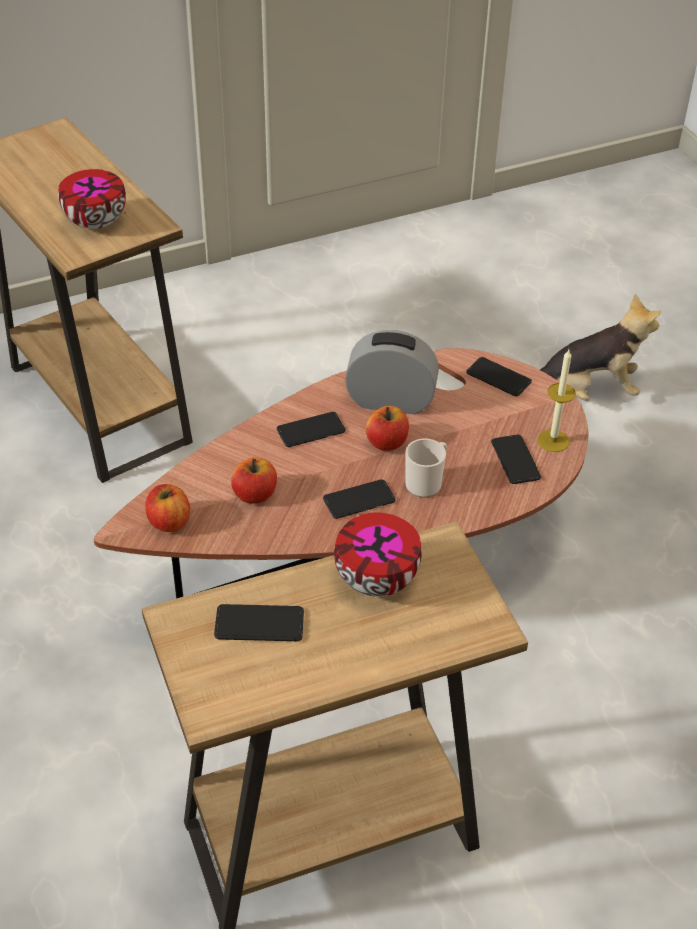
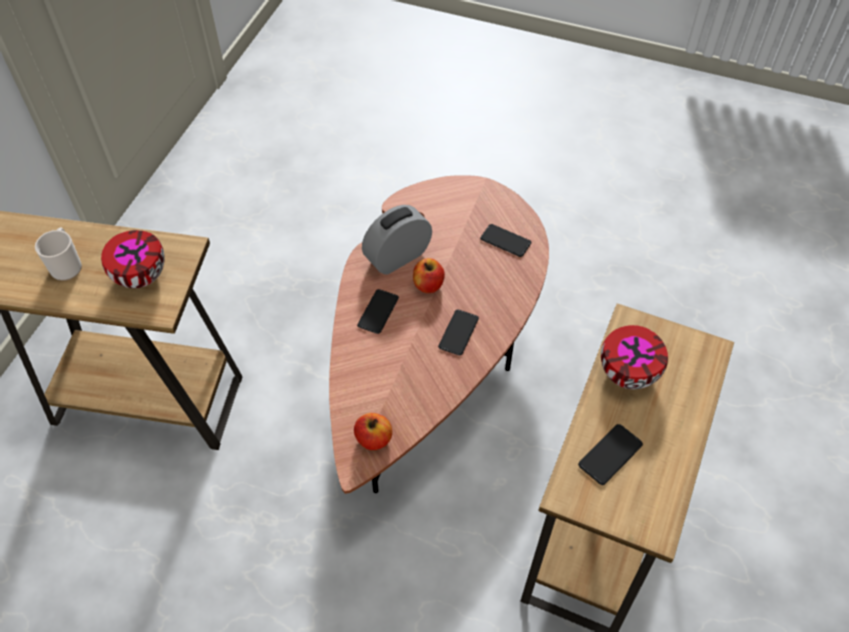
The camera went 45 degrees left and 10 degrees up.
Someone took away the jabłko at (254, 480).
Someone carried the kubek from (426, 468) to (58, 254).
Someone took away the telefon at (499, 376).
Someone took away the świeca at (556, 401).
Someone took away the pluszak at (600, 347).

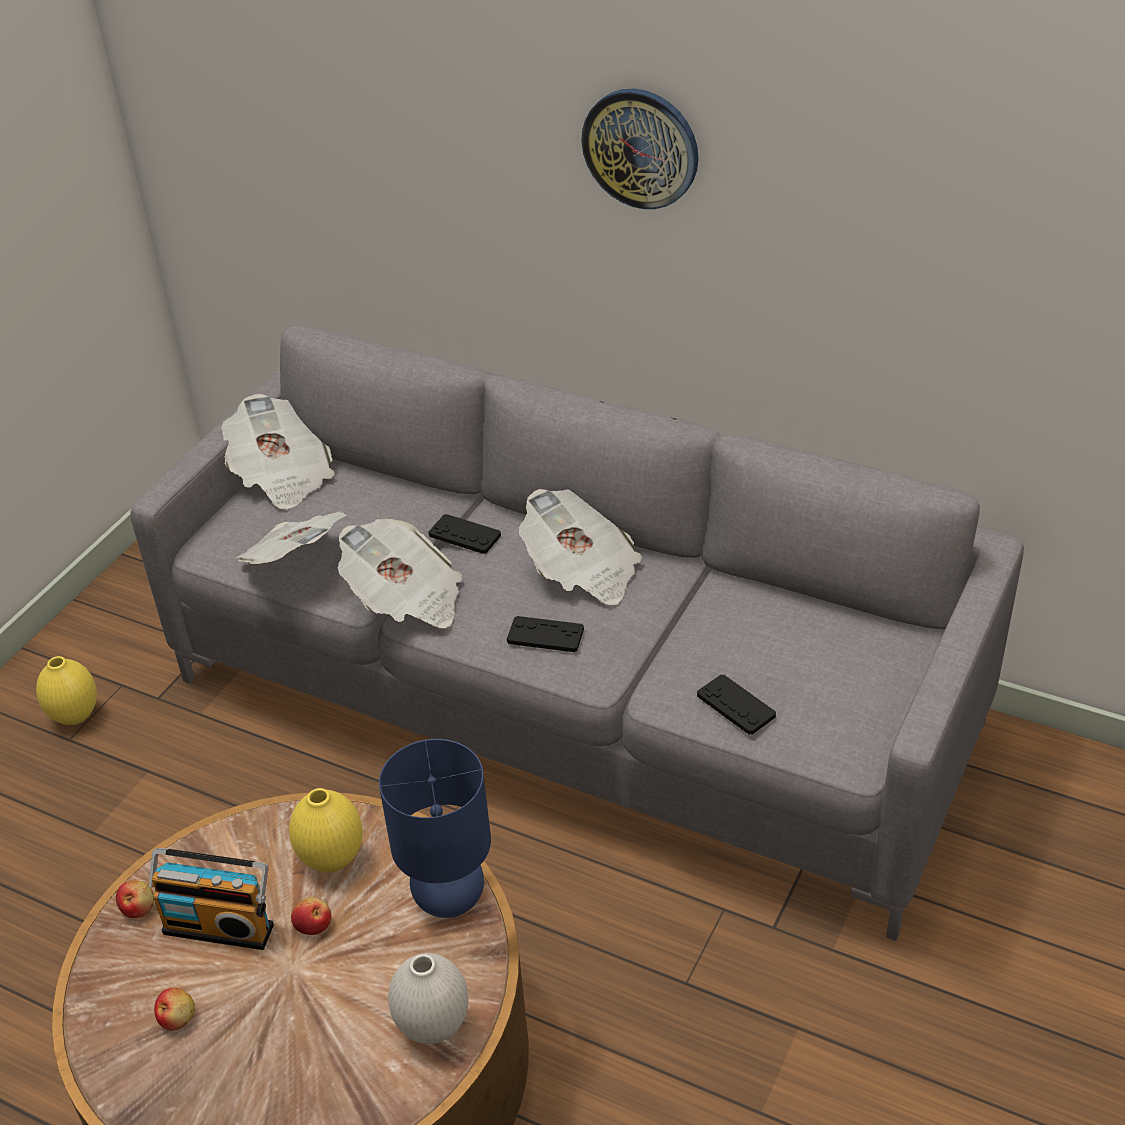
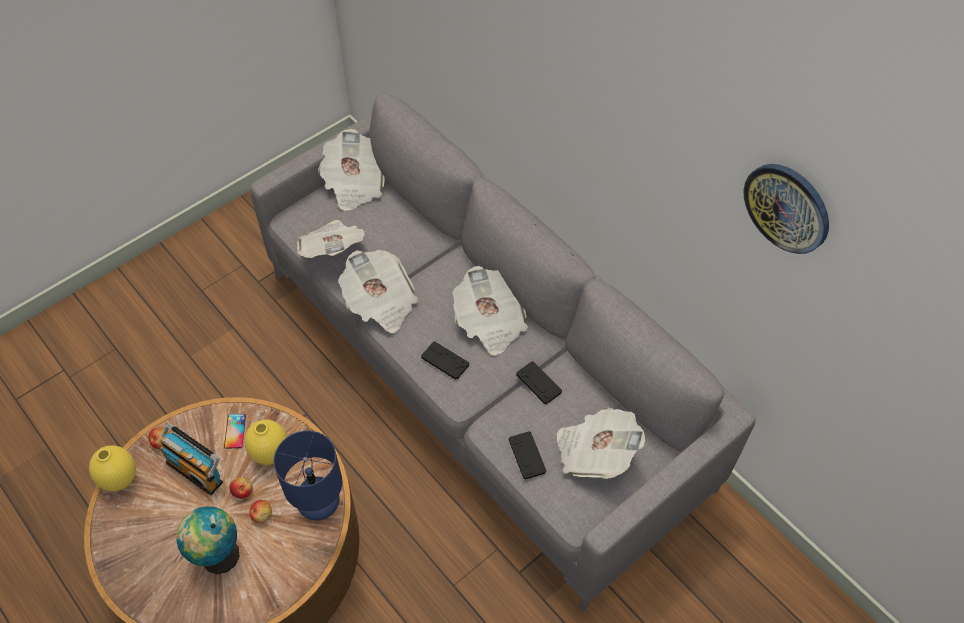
The camera went 20 degrees right and 15 degrees up.
Someone carried the wazon/żółty from (66, 690) to (112, 468).
Someone carried the jabłko from (174, 1009) to (261, 511).
Someone took away the wazon/biały at (428, 998).
Someone carried the pad do gier/czarny from (465, 534) to (539, 382).
Someone carried the zegar ścienny from (640, 148) to (786, 209).
Someone put down the globus at (208, 540).
Someone put down the telefon at (235, 431).
Someone put down the gazeta at (600, 443).

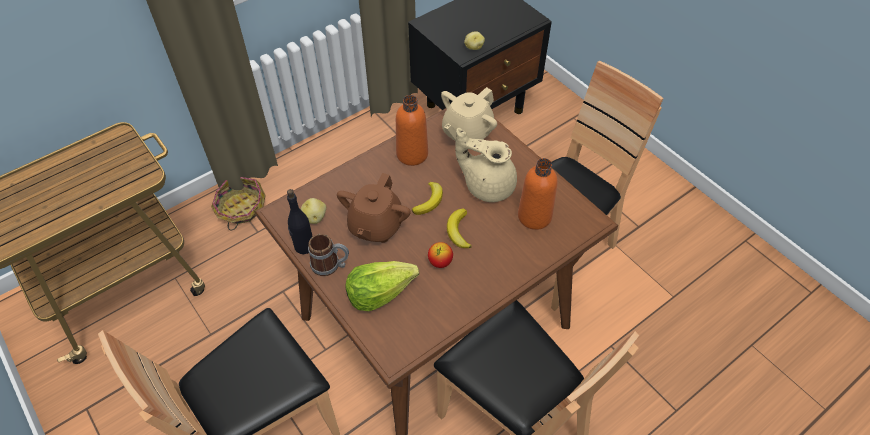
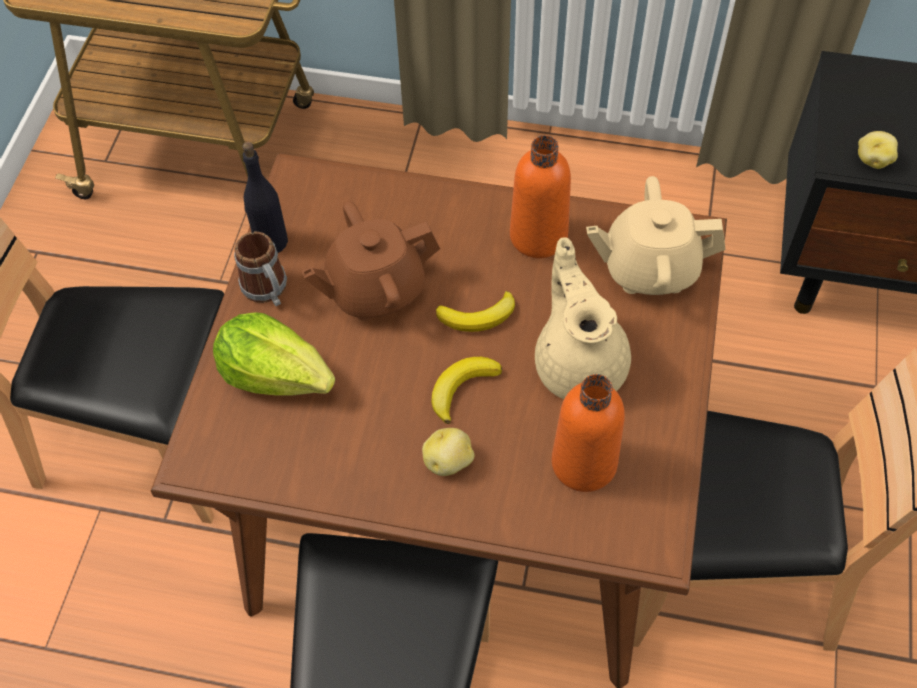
The camera went 50 degrees right and 5 degrees up.
Someone took away the koszyk at (238, 204).
Someone carried the ziemniak from (313, 211) to (448, 452).
Someone took away the jabłko at (440, 255).

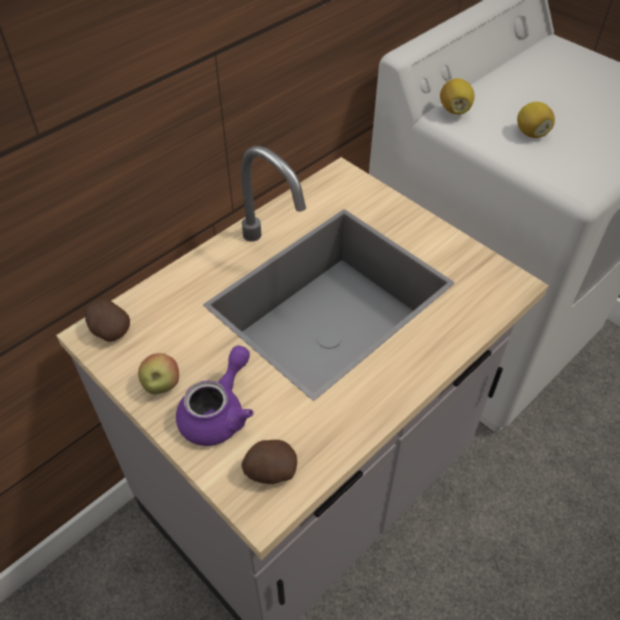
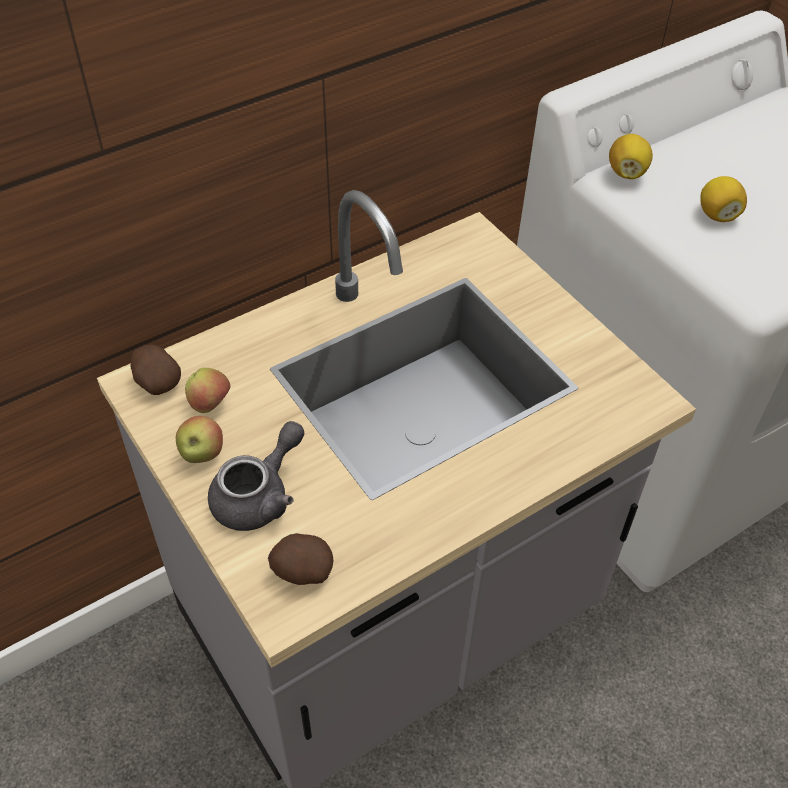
The camera went 10 degrees right and 0 degrees up.
Someone repainted the imbryk/fioletowy at (215, 395), which became the imbryk/szary at (256, 476).
Someone put down the jabłko at (207, 390).

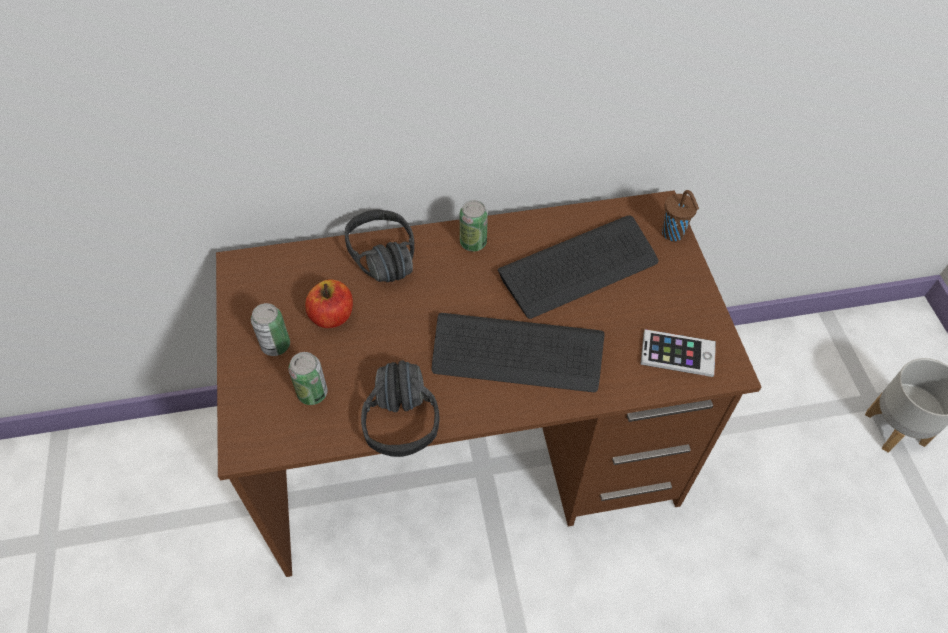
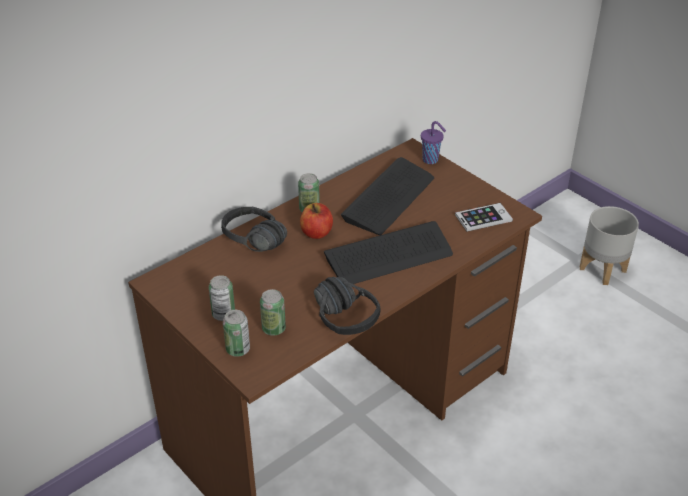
The camera went 30 degrees left and 15 degrees down.
Someone carried the jabłko from (329, 304) to (316, 221).
Someone repainted the filiżanka/brązowy at (680, 215), which became the filiżanka/fioletowy at (433, 142).
Someone put down the puszka at (236, 333).

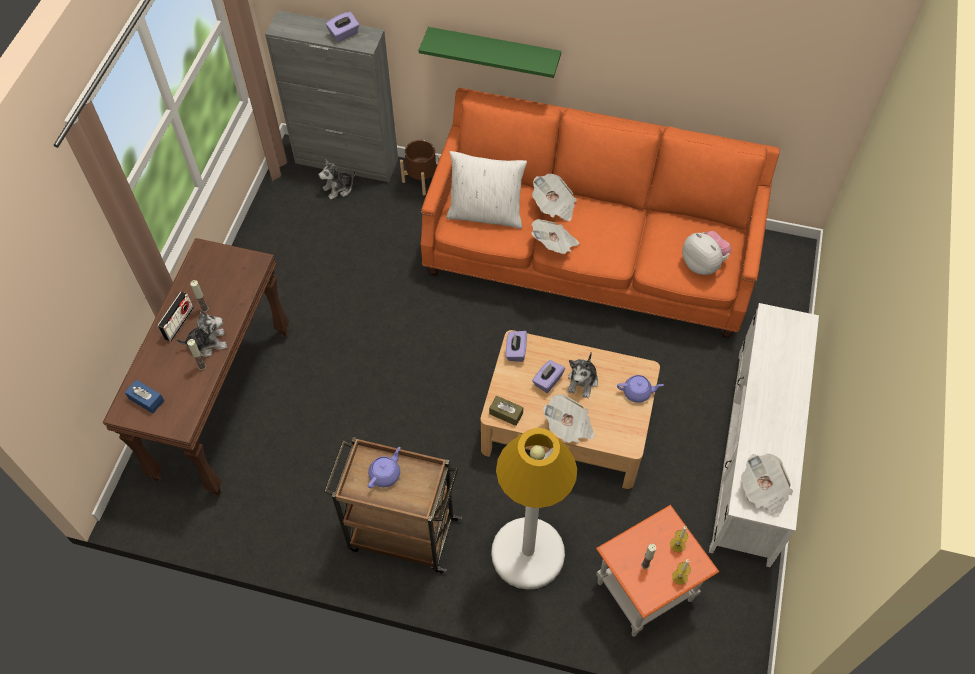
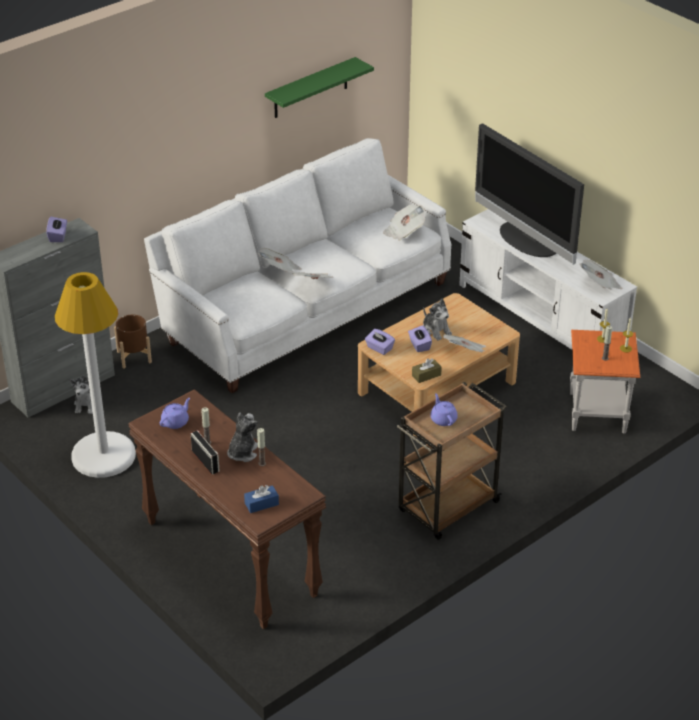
The camera went 55 degrees left and 20 degrees down.
Someone carried the półka/zielony from (490, 52) to (319, 87).
Someone repainted the kanapa/pomarańczowy at (600, 213), which became the kanapa/biały at (297, 265).
Someone took away the poduszka/biały at (486, 190).
Someone carried the lampa stojąca/biały from (534, 509) to (95, 375).
Someone carried the imbryk/fioletowy from (640, 389) to (175, 413).
Someone swapped the pluszak at (706, 253) for the gazeta at (404, 223).
Someone put down the telewizor at (529, 194).

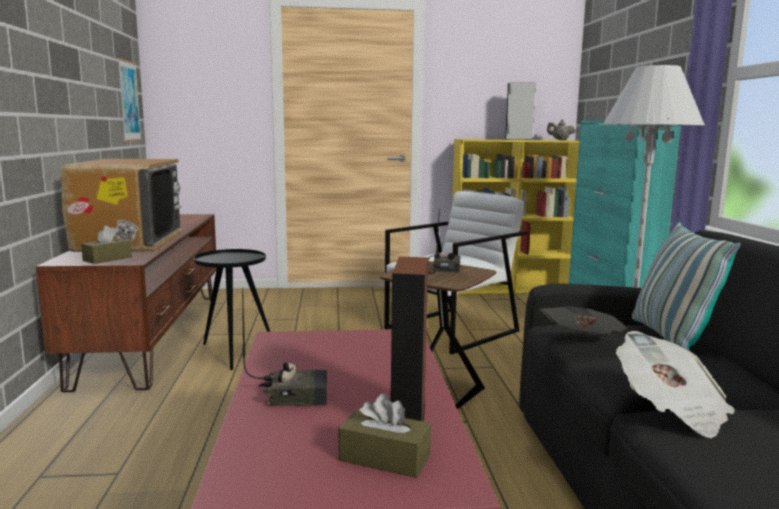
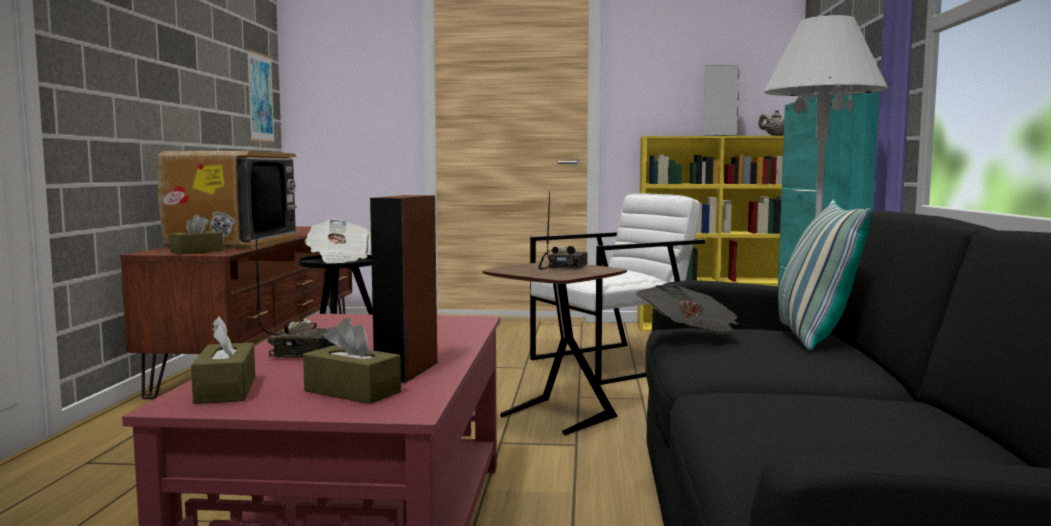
The camera went 10 degrees right and 5 degrees down.
Someone carried the gazeta from (675, 384) to (338, 241).
Someone put down the pudełko chusteczek/brązowy at (223, 360).

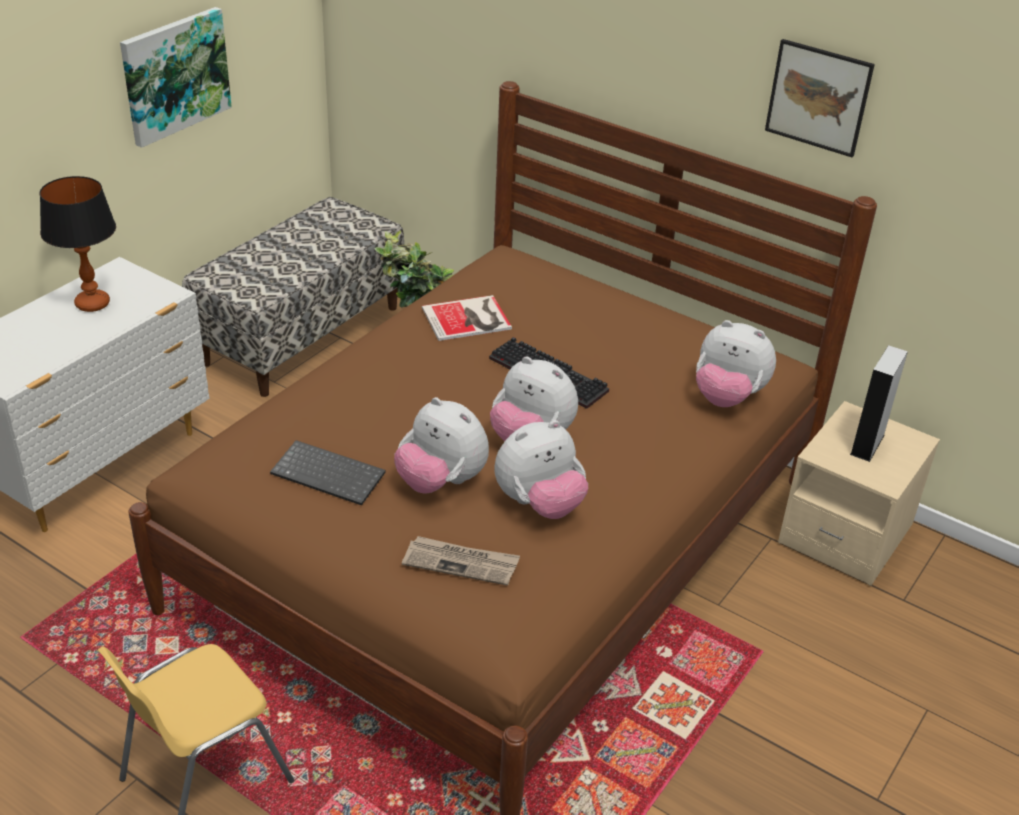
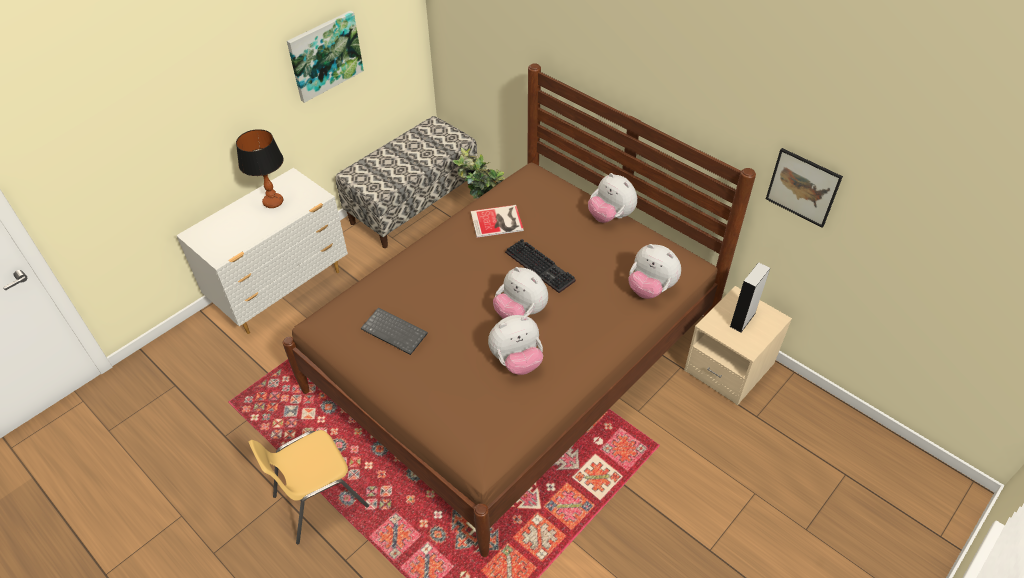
The camera went 10 degrees right and 10 degrees up.
Someone carried the pluszak from (441, 445) to (612, 198).
Someone took away the gazeta at (461, 561).
Someone carried the obraz from (820, 98) to (804, 188).

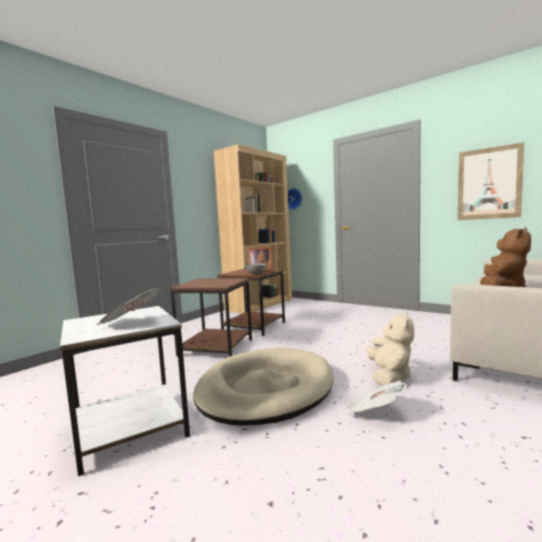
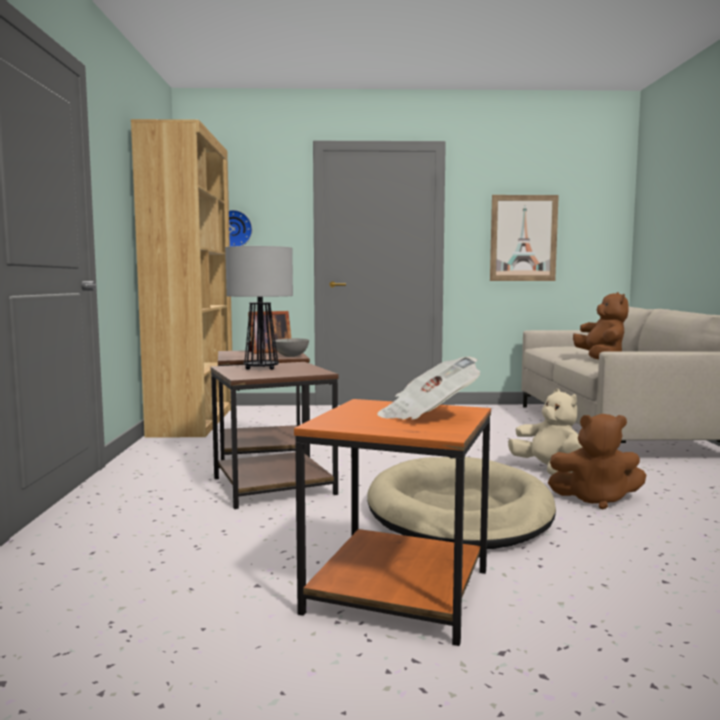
The camera went 40 degrees left and 0 degrees up.
Someone repainted the stolik/biały at (125, 391), which became the stolik/pomarańczowy at (392, 522).
Someone swapped the gazeta at (378, 397) for the pluszak/brązowy at (597, 461).
Someone put down the lampa stołowa at (259, 308).

